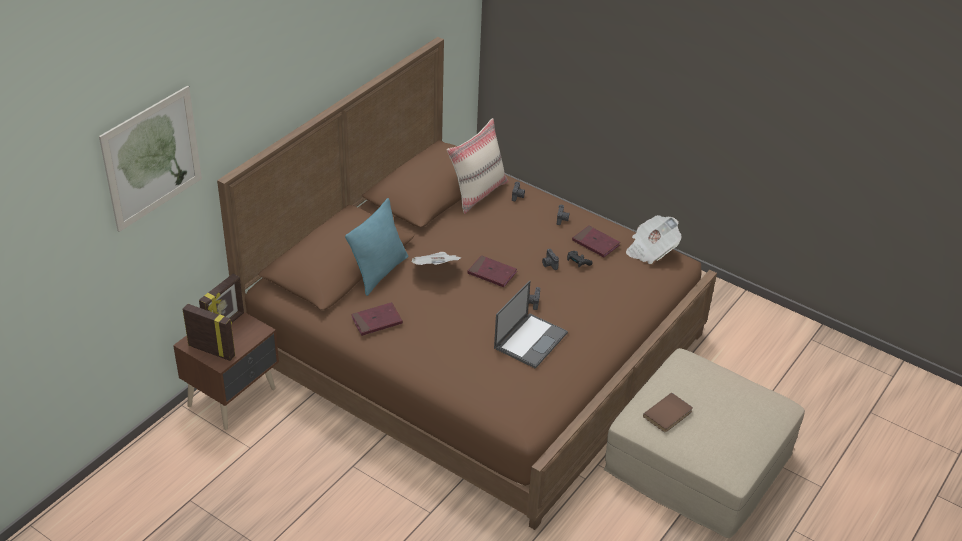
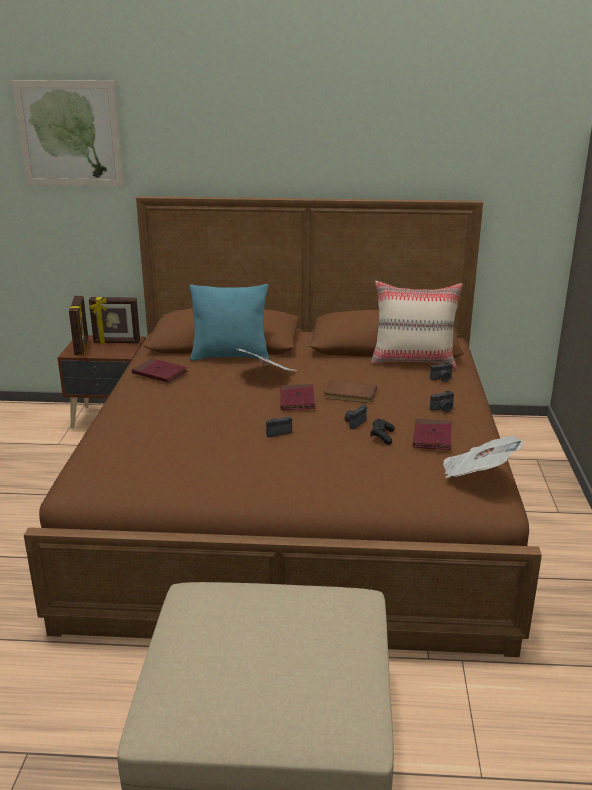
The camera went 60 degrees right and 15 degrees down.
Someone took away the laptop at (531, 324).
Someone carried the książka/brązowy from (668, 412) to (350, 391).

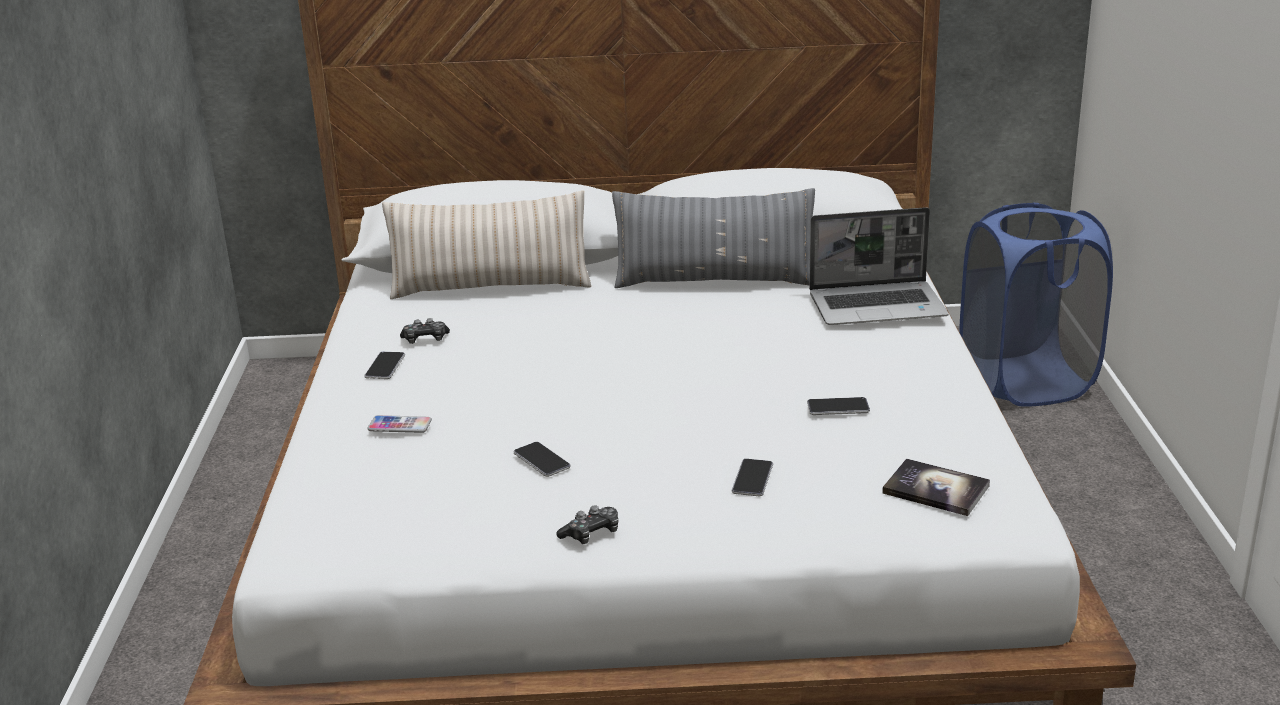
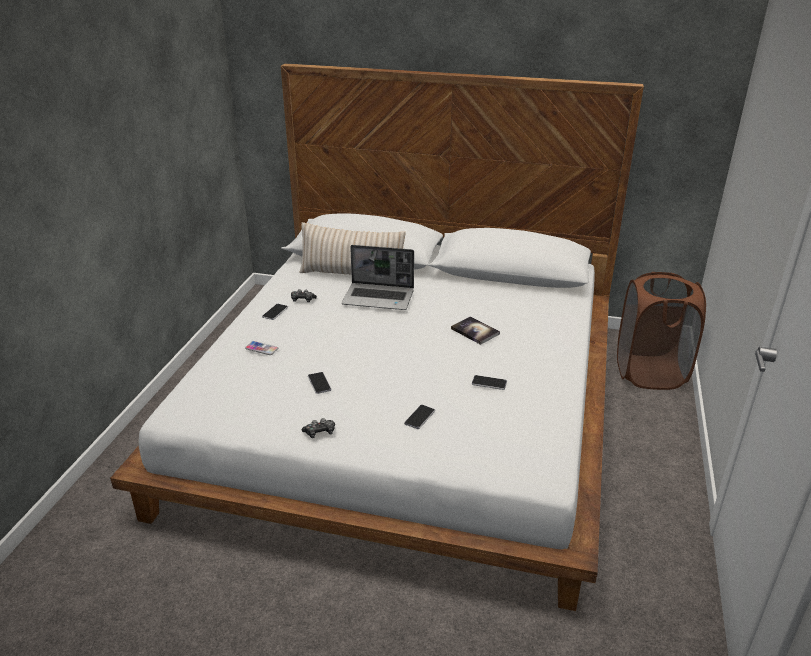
The camera went 15 degrees right and 5 degrees up.
Someone took away the poduszka/szary at (713, 238).
Someone carried the laptop from (879, 266) to (378, 277).
Someone carried the książka from (936, 487) to (475, 330).
Someone repainted the kosz na pranie/niebieski at (1036, 305), which became the kosz na pranie/brązowy at (661, 331).

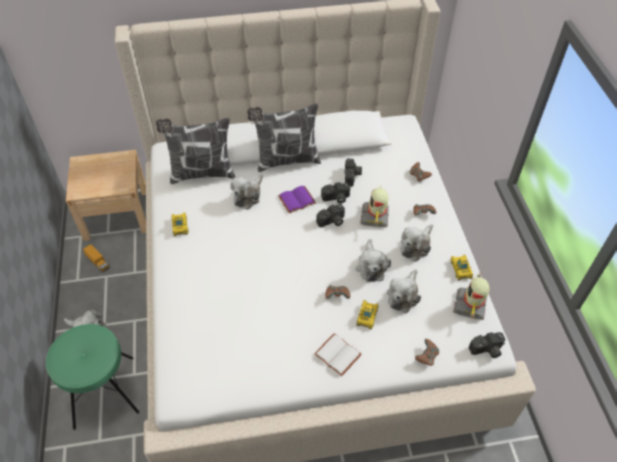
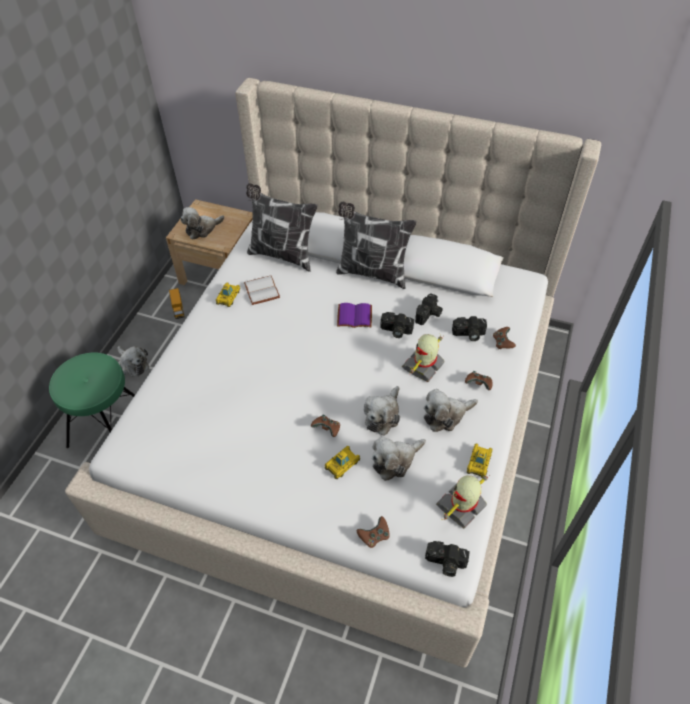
The camera went 30 degrees right and 0 degrees up.
Someone carried the pluszak from (246, 192) to (202, 223).
Someone carried the książka/biały from (338, 354) to (262, 290).
Someone carried the aparat fotograficzny from (330, 215) to (469, 328).

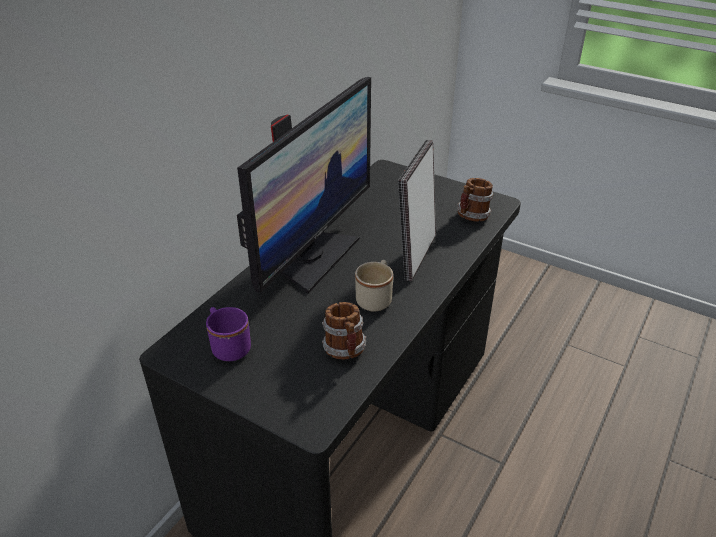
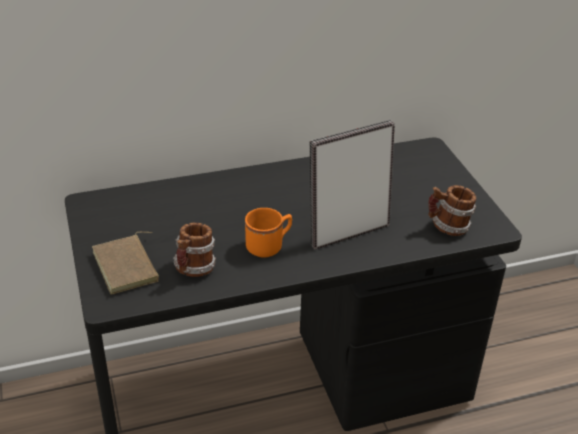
The camera went 40 degrees right and 0 degrees up.
Someone took away the kubek/fioletowy at (228, 334).
Someone took away the monitor at (304, 185).
Someone repainted the kubek/beżowy at (374, 286), which became the kubek/pomarańczowy at (268, 232).
Someone put down the książka/brązowy at (125, 263).

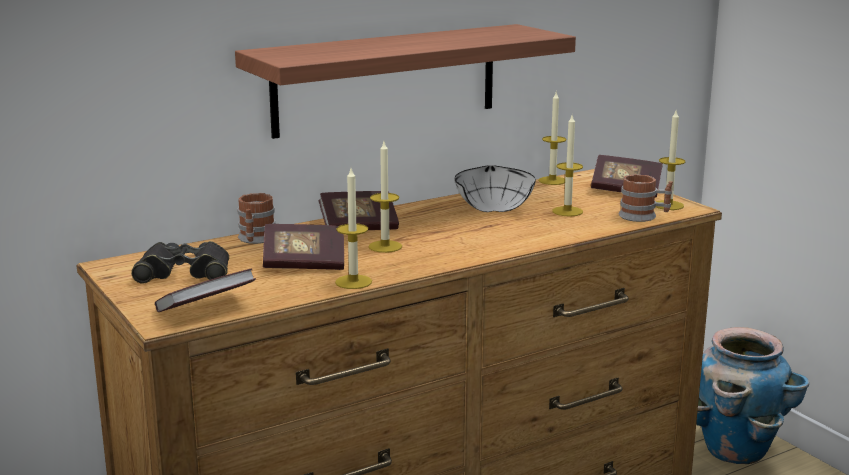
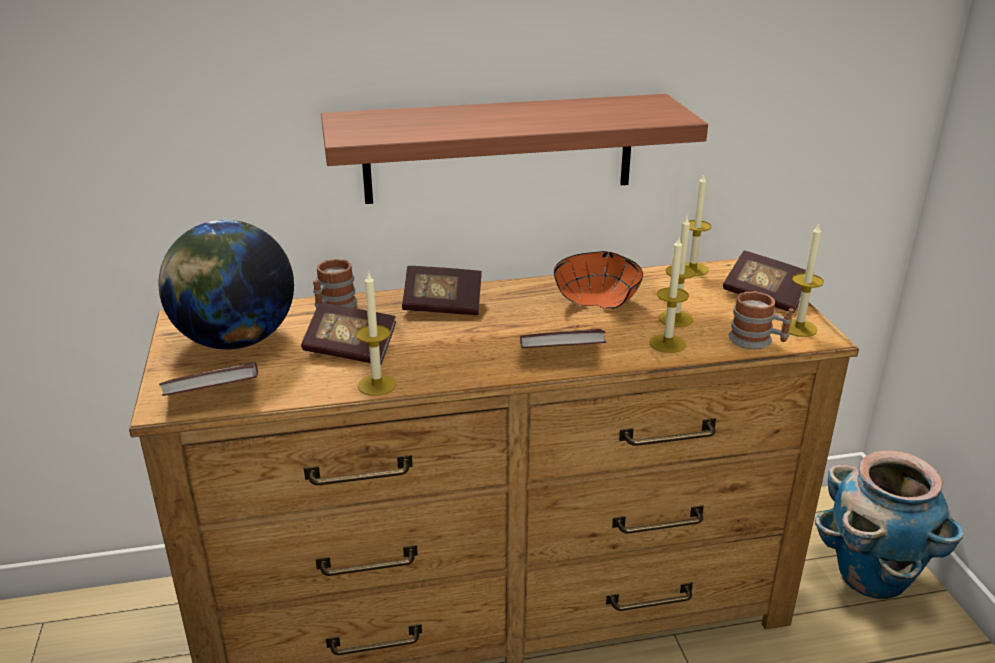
The camera went 20 degrees right and 10 degrees up.
Someone swapped the lornetka/czarny at (180, 262) for the globus at (226, 285).
Someone carried the świeca from (385, 197) to (669, 295).
Someone repainted the miska/biały at (495, 188), which became the miska/pomarańczowy at (598, 280).
Someone put down the książka at (563, 338).

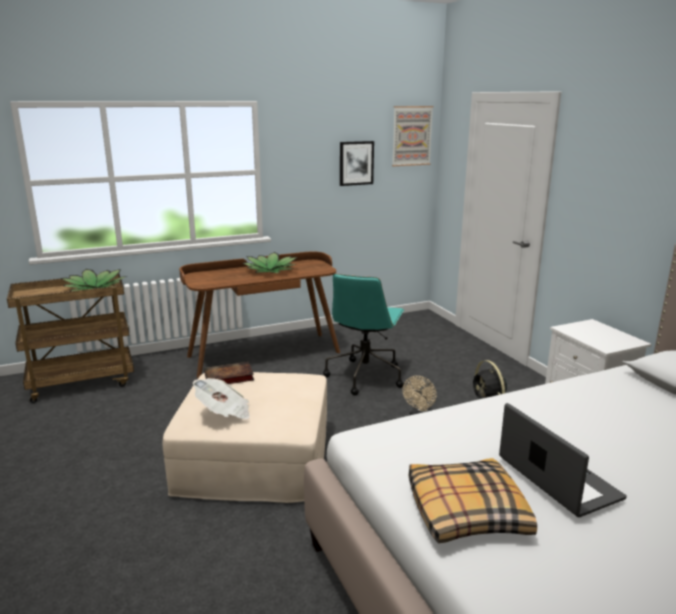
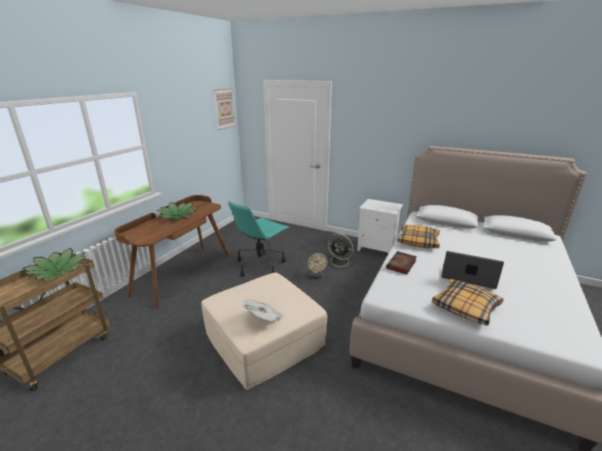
The camera went 40 degrees left and 5 degrees up.
Someone carried the książka from (229, 373) to (401, 263).
Someone rotated the krzesło biurowe/turkusowy at (364, 335) by 60 degrees clockwise.
Someone took away the obraz at (357, 163).
Someone put down the poduszka at (418, 236).

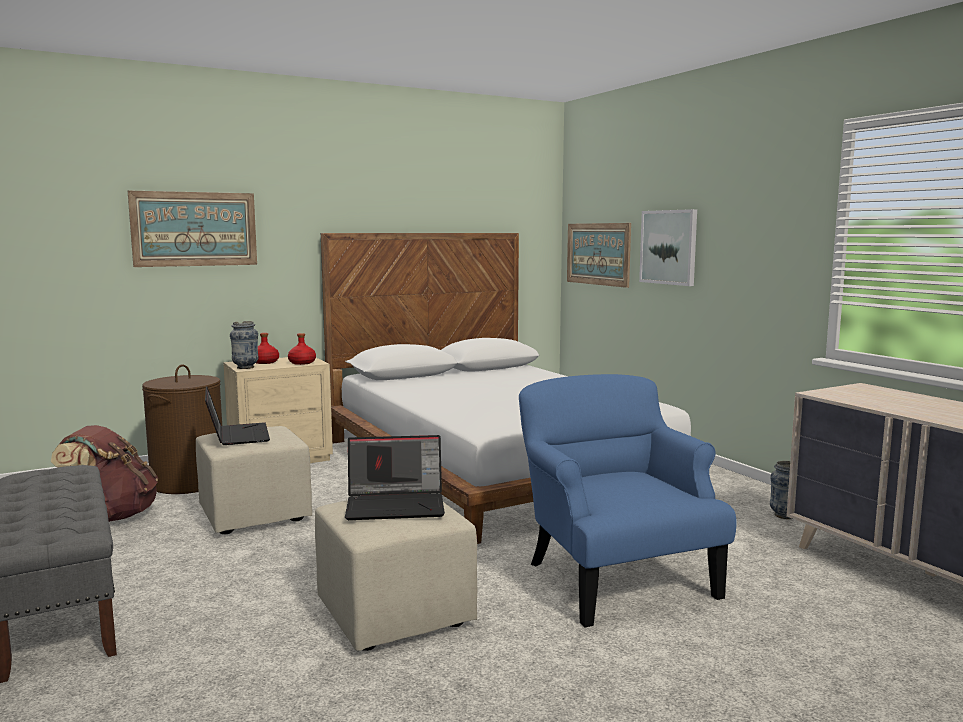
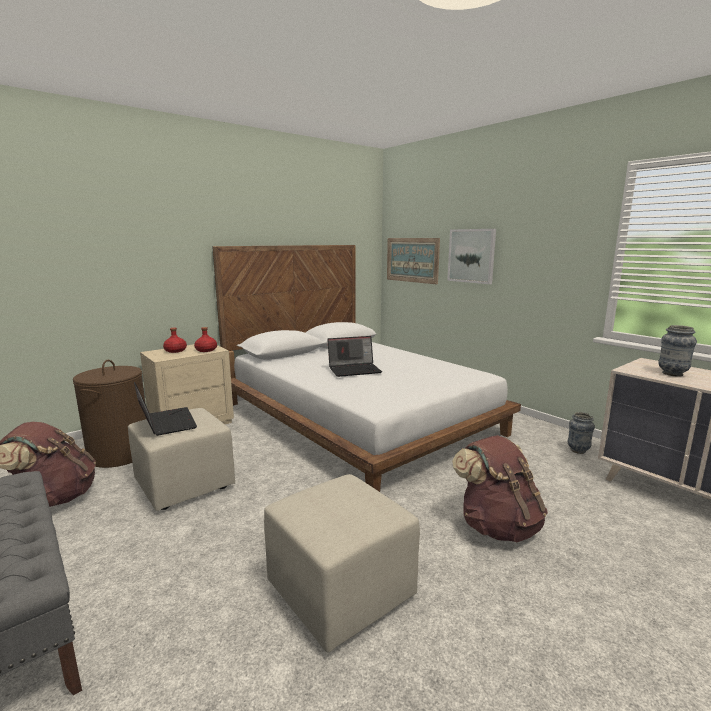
The camera went 10 degrees left and 5 degrees up.
Someone took away the obraz at (192, 228).
Someone carried the wazon from (244, 345) to (677, 351).
Someone carried the laptop from (395, 477) to (354, 356).
Someone swapped the fotel/niebieski at (627, 501) for the plecak/brązowy at (500, 488).

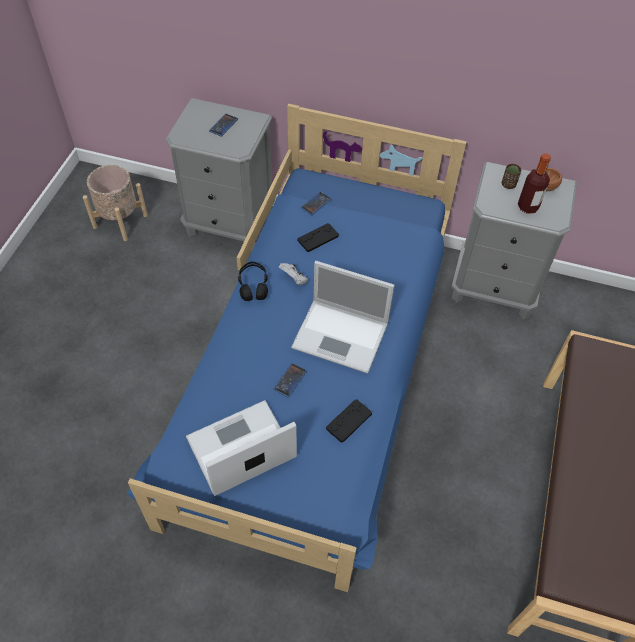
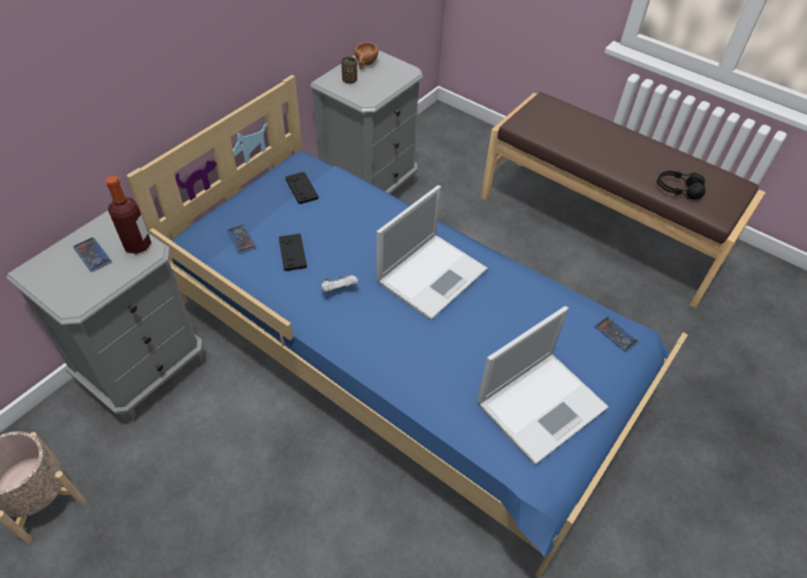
The camera went 70 degrees left and 5 degrees down.
Someone rotated the laptop at (241, 448) by 120 degrees counterclockwise.
Someone carried the słuchawki/czarny from (253, 281) to (681, 185).
Someone carried the telefon from (290, 380) to (617, 334).
Someone carried the pad do gier/czarny from (349, 420) to (302, 188).
Someone carried the butelka from (534, 183) to (128, 215).

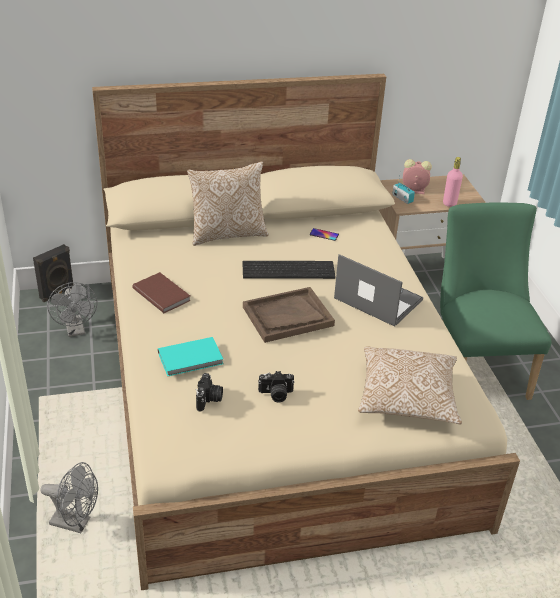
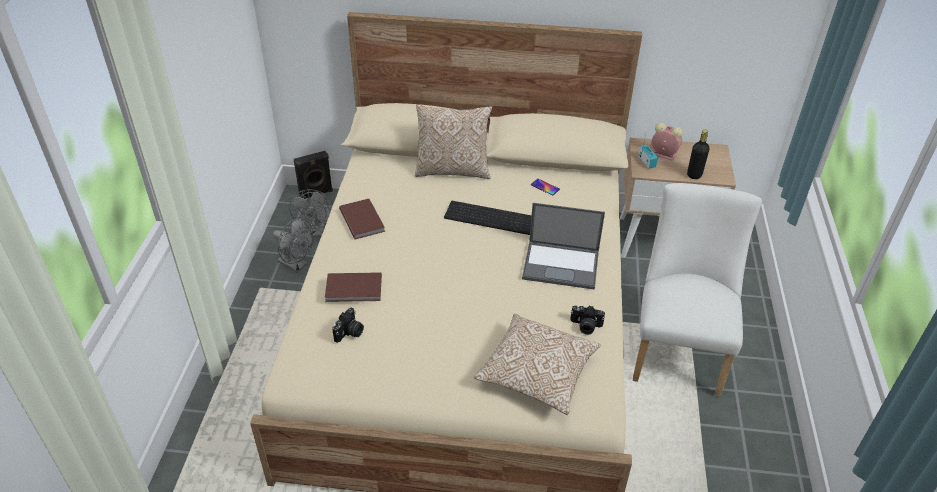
The camera went 20 degrees right and 5 degrees up.
Someone carried the wentylator/szary from (69, 497) to (293, 245).
Someone repainted the książka/turkusowy at (191, 356), which became the książka/brązowy at (353, 287).
Someone took away the taca/brązowy at (289, 315).
Someone carried the aparat fotograficzny from (276, 386) to (587, 320).
Someone rotated the laptop at (378, 290) by 135 degrees clockwise.
Someone repainted the krzesło/zielony at (496, 301), which became the krzesło/biały at (697, 290).
Someone repainted the butelka/różowy at (453, 182), which became the butelka/czarny at (698, 154).

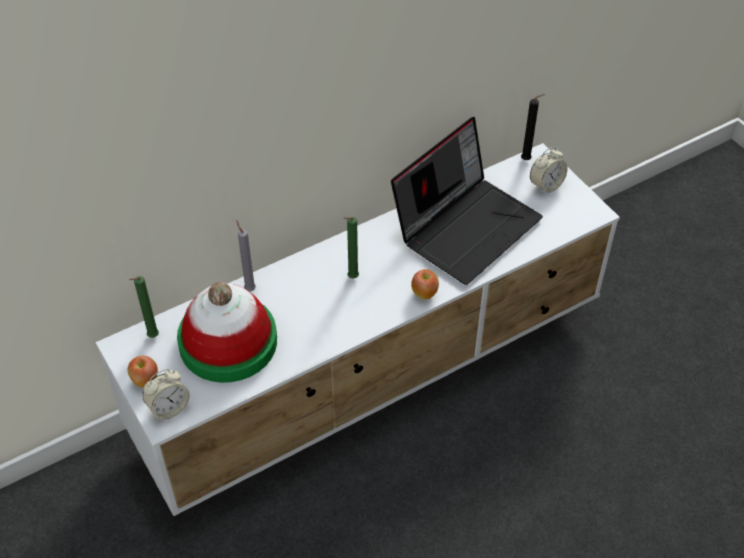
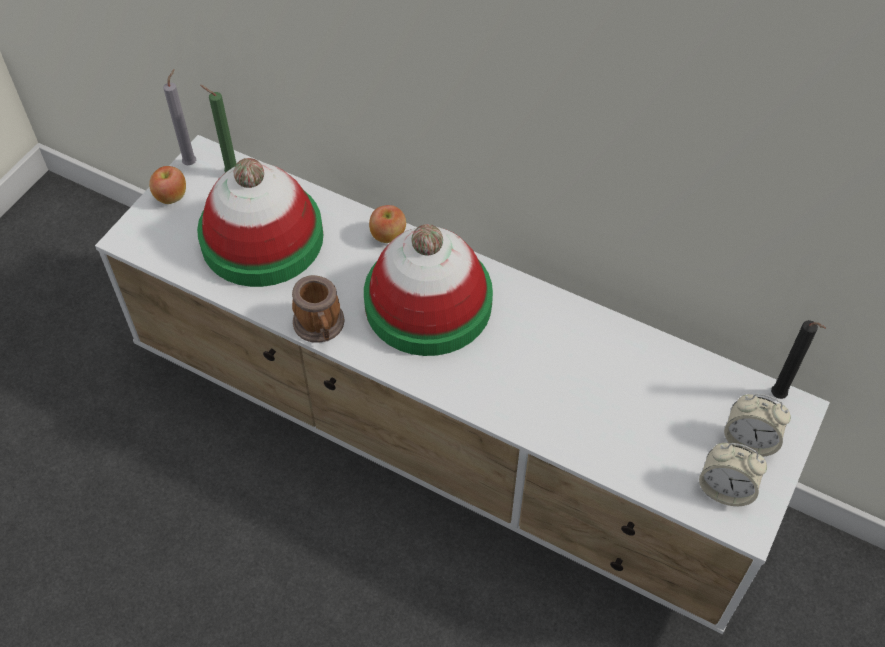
The camera went 60 degrees right and 5 degrees up.
Someone carried the budzik from (166, 395) to (733, 474).
Someone carried the świeca/szary from (246, 255) to (179, 117).
Someone swapped the świeca/zielony at (351, 248) for the kapelusz at (428, 290).
Someone took away the laptop at (467, 201).
Someone carried the jabłko from (425, 284) to (387, 224).
Someone put down the kubek at (318, 309).

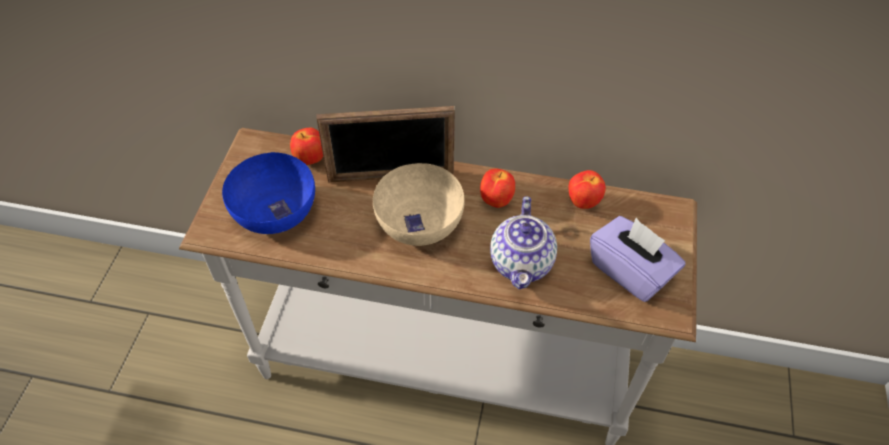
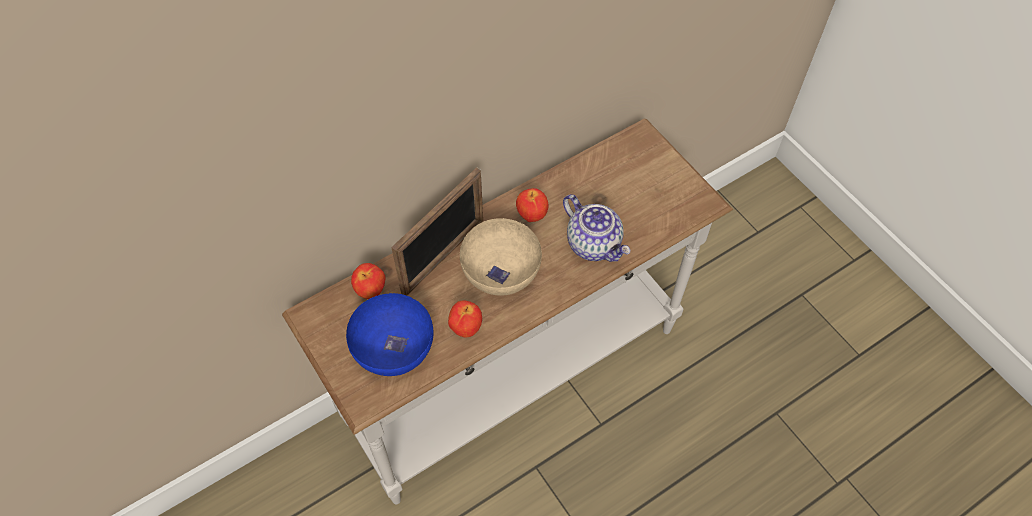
The camera went 45 degrees left and 5 degrees up.
Someone carried the jabłko from (587, 189) to (465, 319).
Someone took away the pudełko chusteczek/fioletowy at (638, 259).

